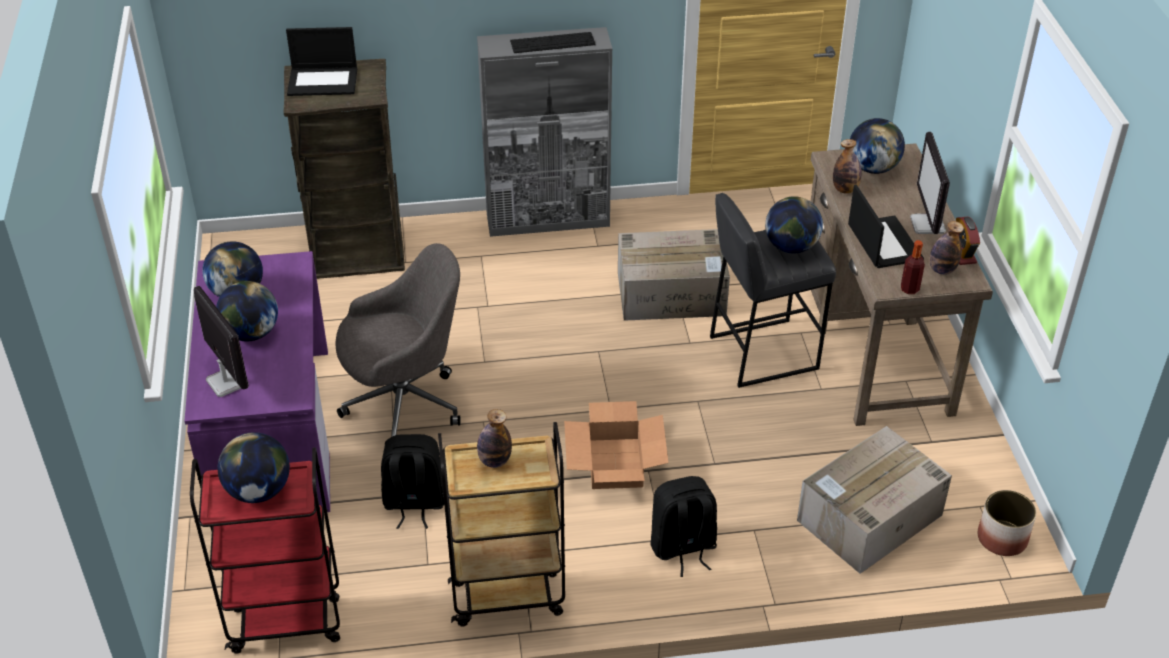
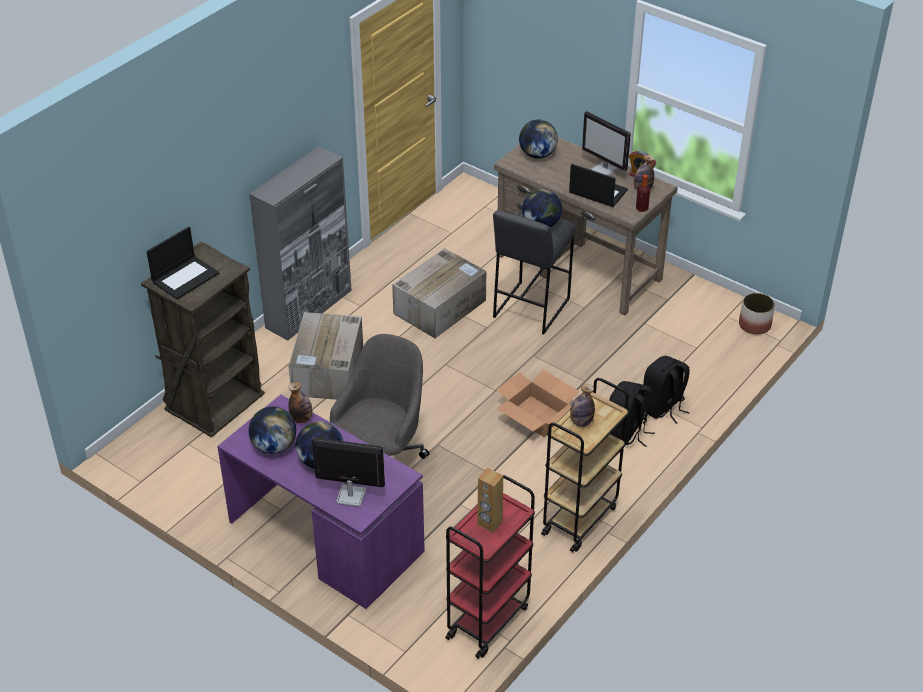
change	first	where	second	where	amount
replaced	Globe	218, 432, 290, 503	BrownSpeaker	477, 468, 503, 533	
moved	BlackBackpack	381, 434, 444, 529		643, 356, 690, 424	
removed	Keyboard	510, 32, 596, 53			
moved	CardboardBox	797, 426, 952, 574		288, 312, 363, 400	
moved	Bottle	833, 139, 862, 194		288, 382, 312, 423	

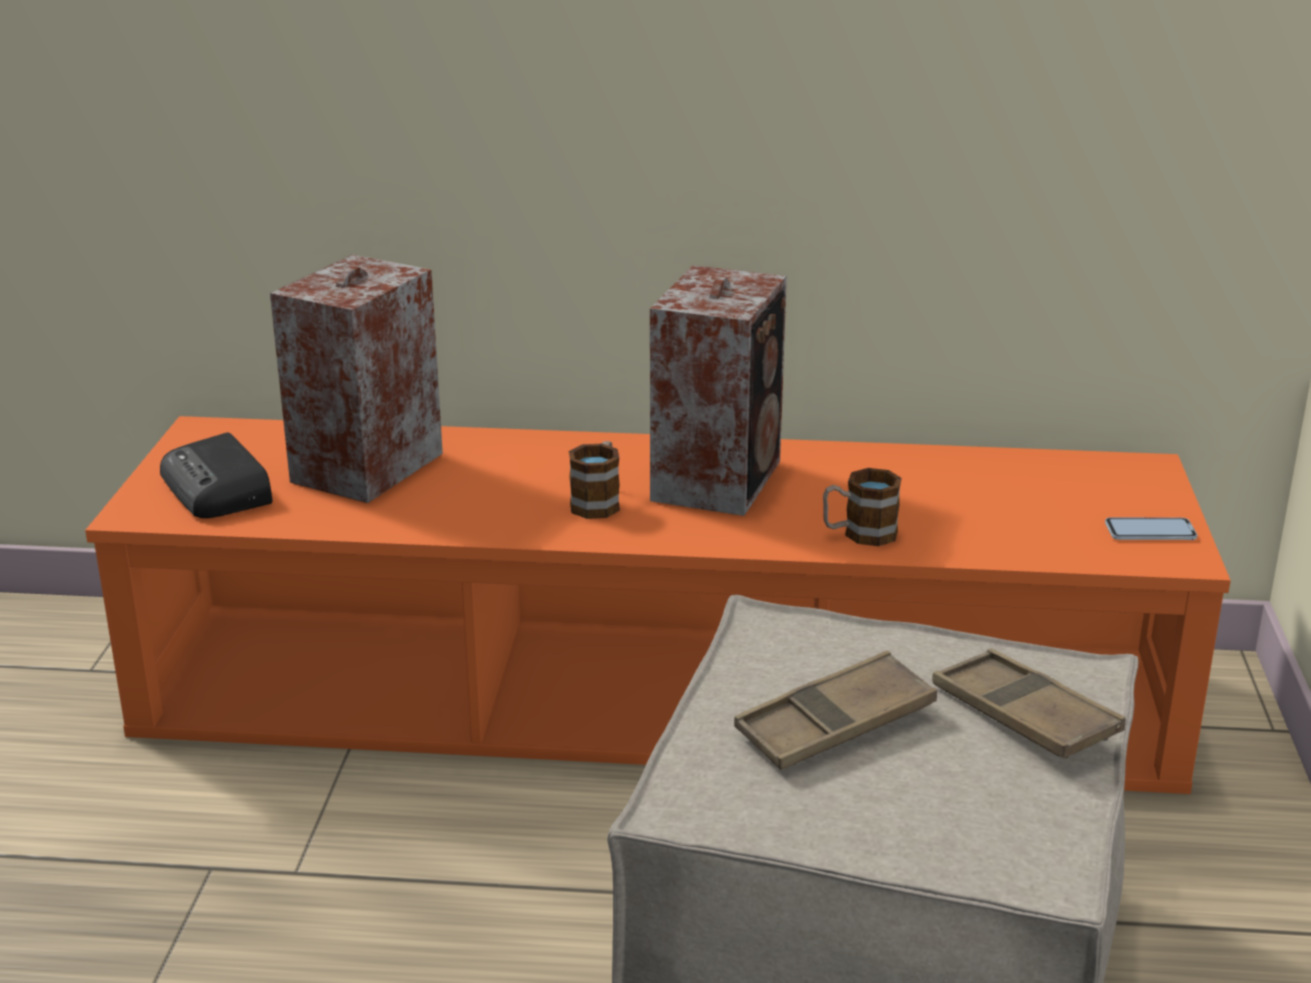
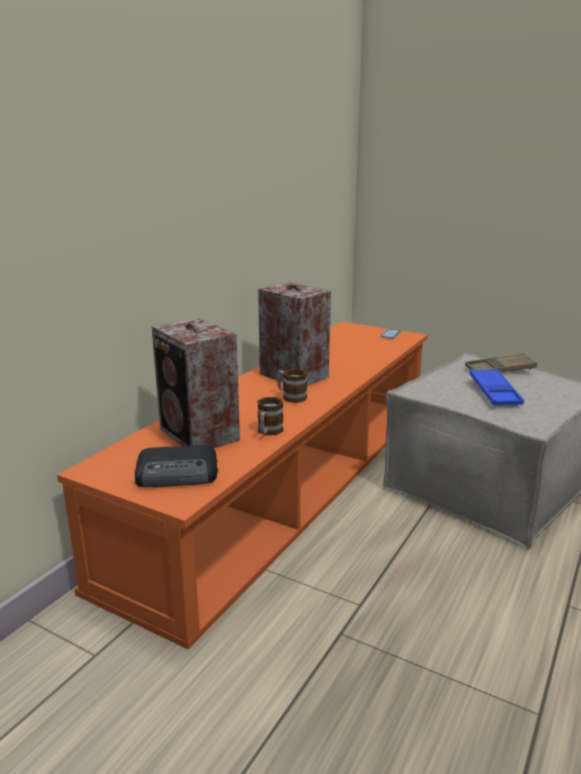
change	first	where	second	where	amount
recoloured	BrownTray	734, 651, 937, 770	BlueTray	469, 369, 524, 405	
moved	Mug	823, 468, 902, 546		257, 397, 283, 435	

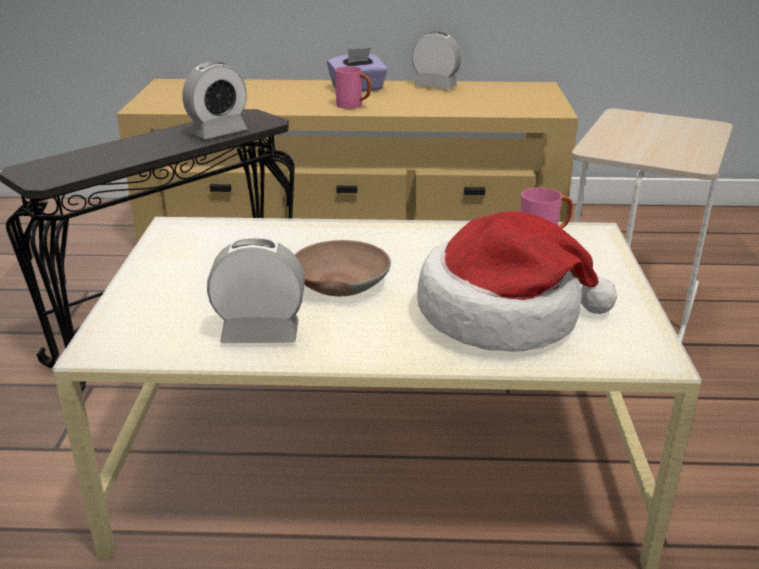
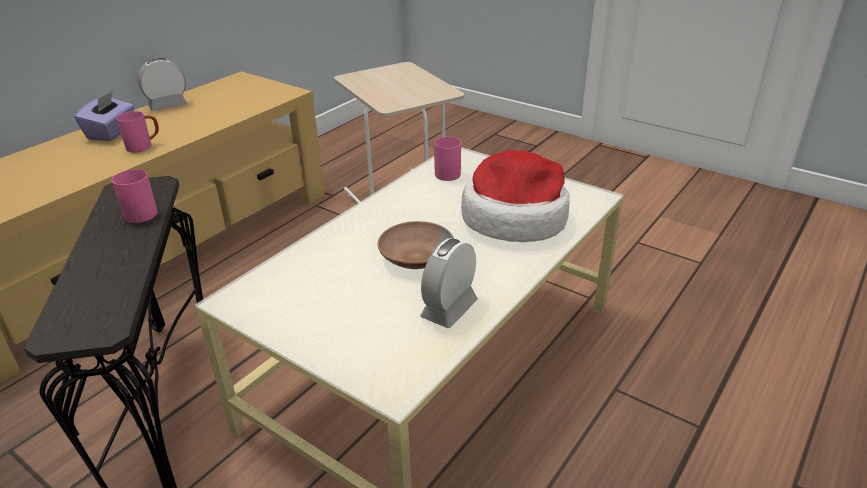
change	first	where	second	where	amount
replaced	AlarmClock	183, 61, 247, 139	PinkMug	111, 169, 158, 223	

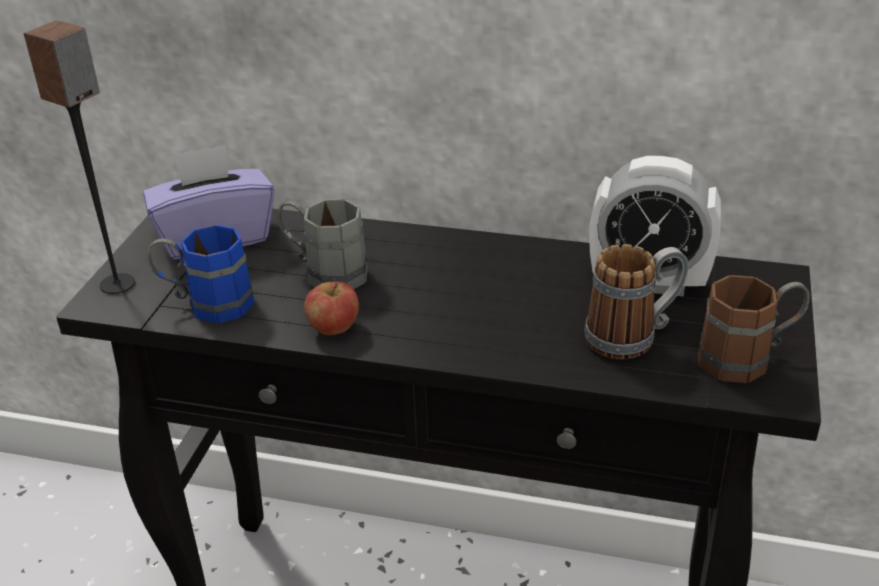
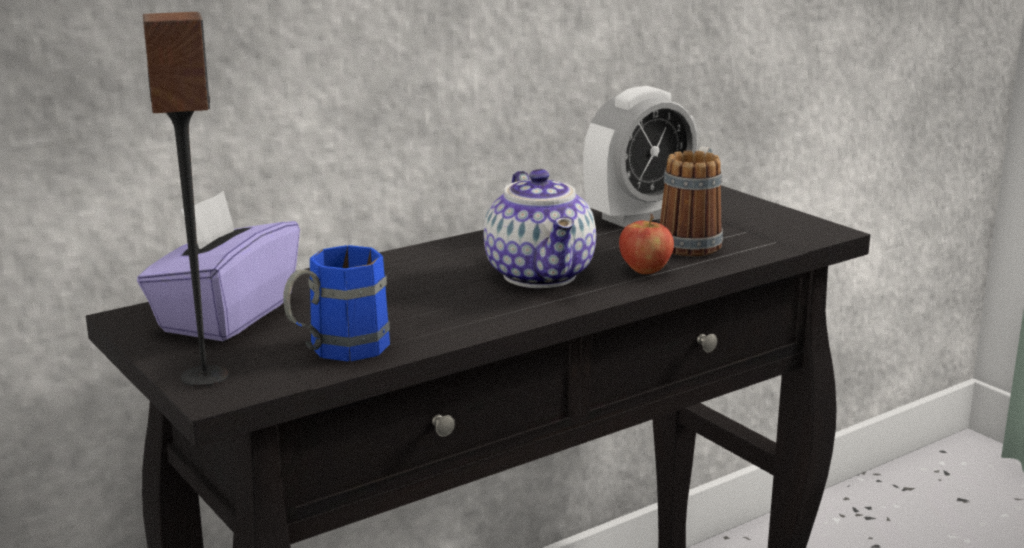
change	first	where	second	where	amount
removed	GreyMug	278, 199, 368, 289			
moved	Apple	304, 281, 359, 335		619, 214, 674, 274	
removed	BrownMug	698, 275, 810, 383			
added			Teapot	484, 169, 596, 288	

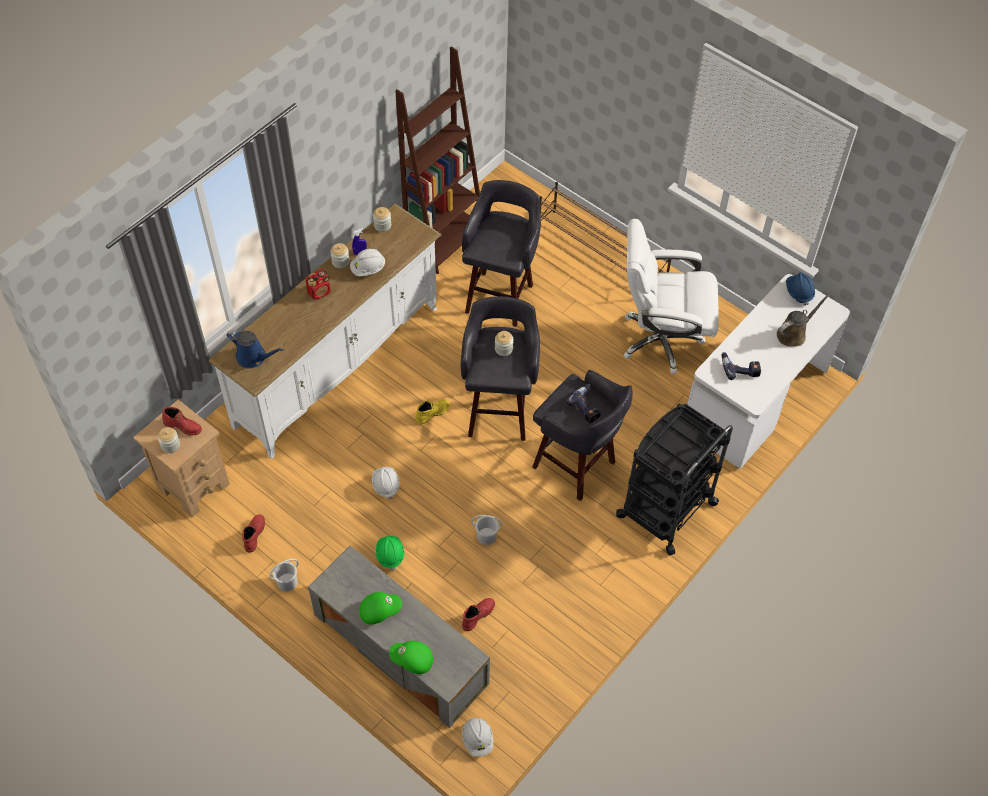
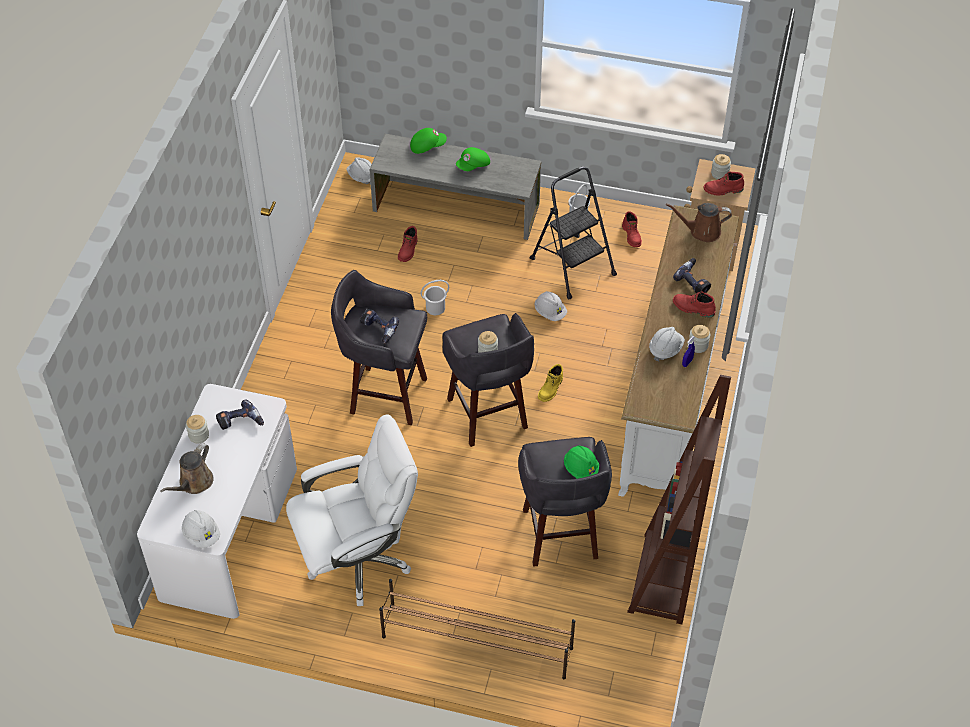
change	first	where	second	where	amount
recoloured	BlueWateringCan	227, 330, 284, 369	BrownWateringCan	666, 203, 732, 242	
replaced	Radio	305, 269, 331, 300	RedBoot	673, 291, 716, 318	
moved	Jar	373, 207, 391, 232		186, 415, 209, 443	
moved	GreenHardHat	376, 536, 404, 570		564, 445, 599, 479	
removed	BlackCart	616, 404, 733, 555			
recoloured	BlueHardHat	786, 272, 815, 305	WhiteHardHat	182, 510, 220, 548	
added			BlackStepLadder	530, 167, 617, 299	
added			PowerDrill	673, 258, 711, 293	

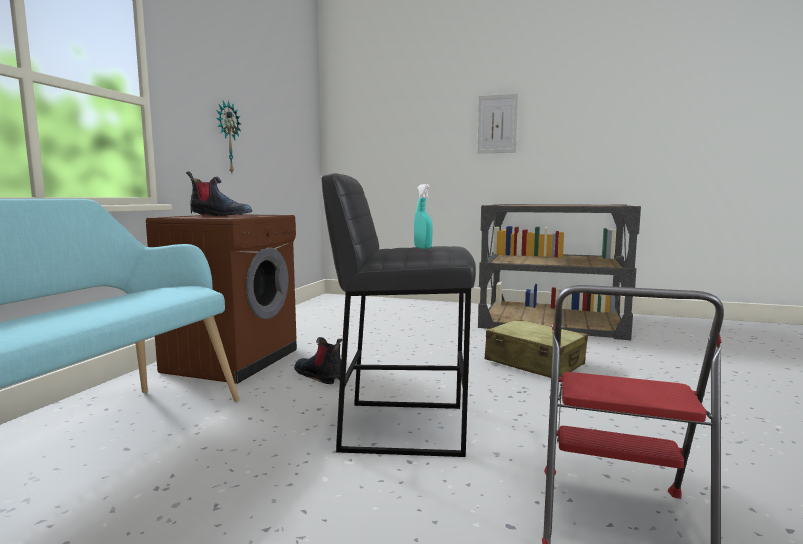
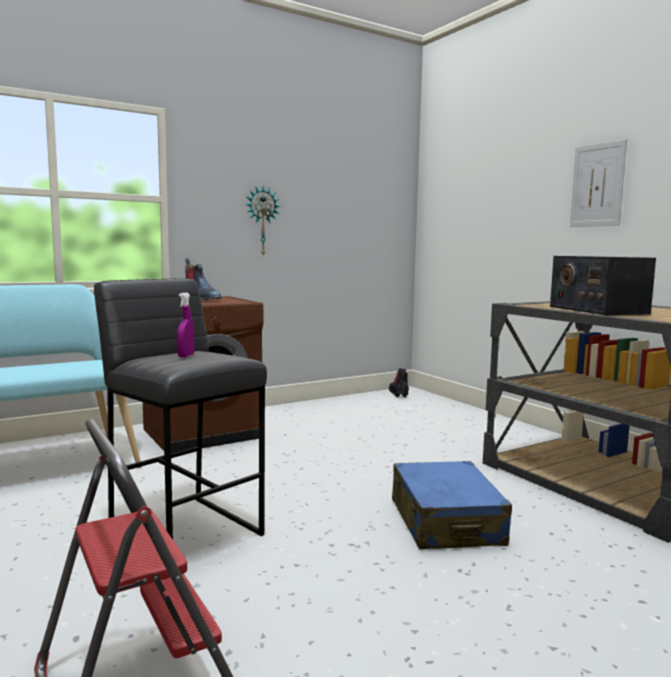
change	first	where	second	where	amount
moved	Boot	294, 337, 342, 384		389, 368, 409, 398	
recoloured	TurquoiseSprayBottle	414, 184, 433, 249	PurpleSprayBottle	177, 293, 194, 358	
recoloured	BeigeSuitcase	485, 319, 588, 378	BlueSuitcase	392, 461, 512, 549	
added			Radio	550, 256, 656, 315	

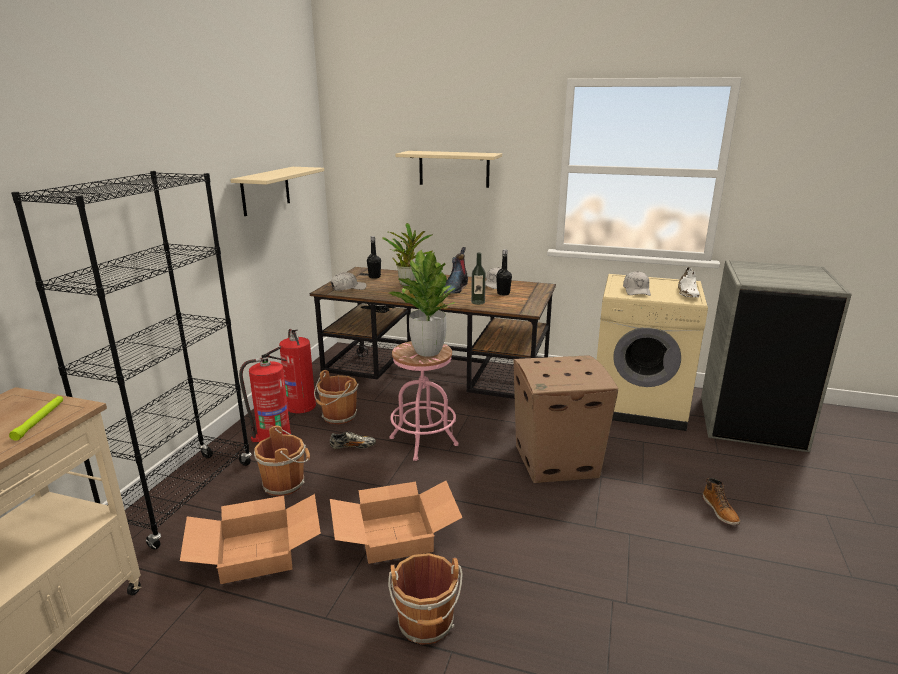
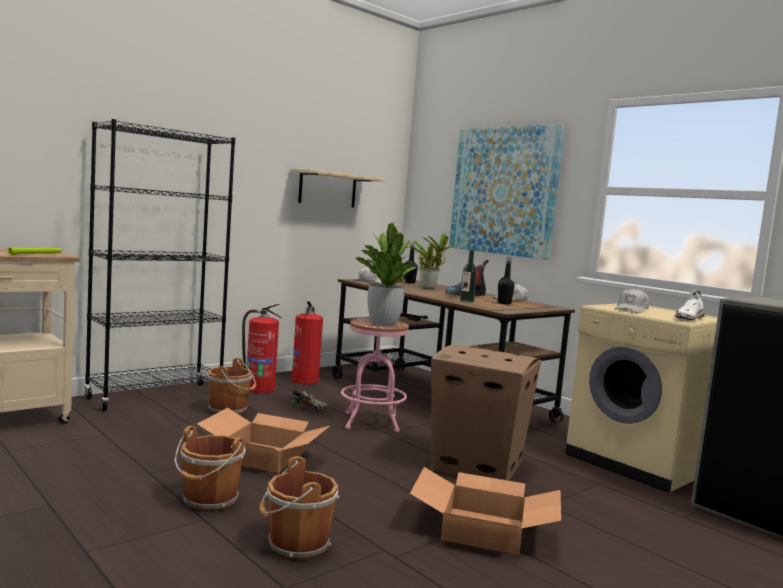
change	first	where	second	where	amount
moved	CardboardBox	180, 494, 321, 584		410, 467, 561, 555	
moved	BrownBucket	314, 370, 359, 424		259, 456, 339, 561	
replaced	BeigeShelf	395, 151, 502, 188	Picture	449, 124, 565, 260	
removed	Boot	702, 478, 740, 525			

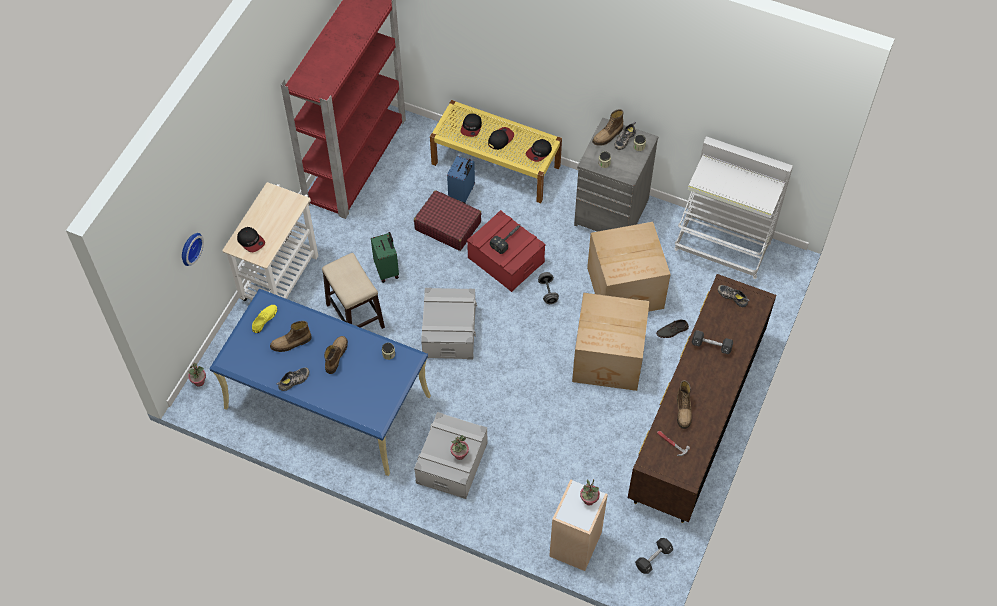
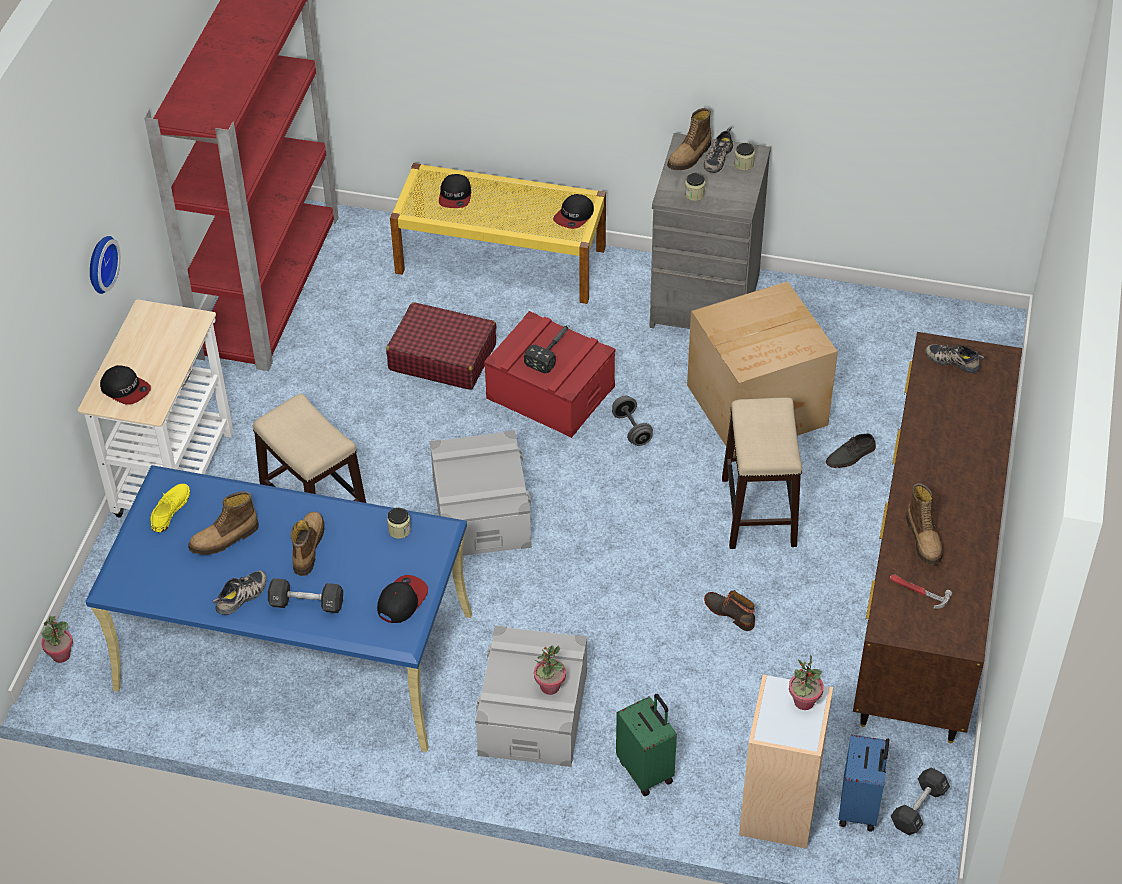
change	first	where	second	where	amount
moved	WallClock	182, 233, 204, 266		90, 236, 121, 294	
moved	GreenSuitcase	371, 232, 399, 283		616, 694, 677, 796	
moved	BlueSuitcase	447, 156, 475, 203		838, 734, 889, 832	
moved	Cap	488, 127, 514, 150		377, 575, 428, 623	
replaced	CardboardBox	572, 293, 649, 391	Stool	722, 398, 802, 549	
removed	WhiteShoeRack	674, 137, 793, 279			
moved	BlackDumbbell	692, 330, 733, 354		268, 578, 343, 613	
added			Boot	704, 590, 755, 631	

